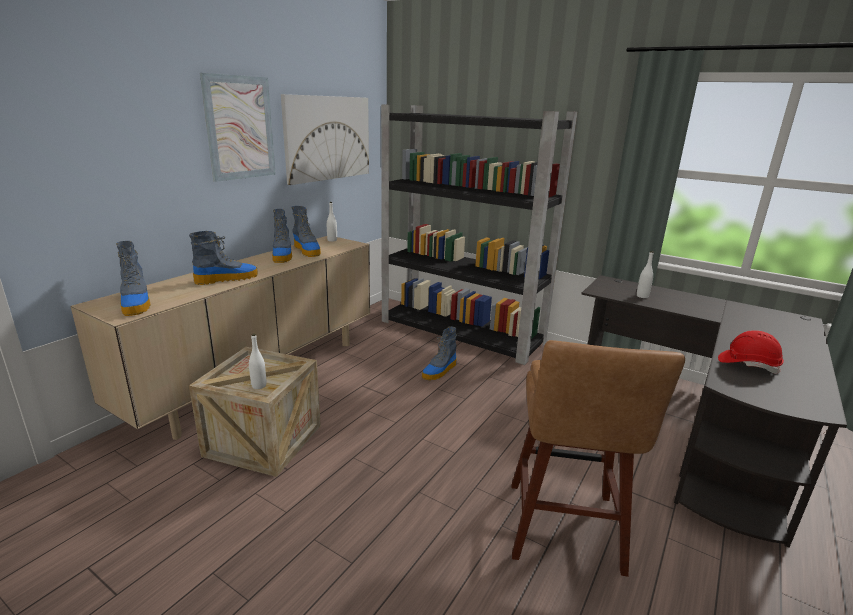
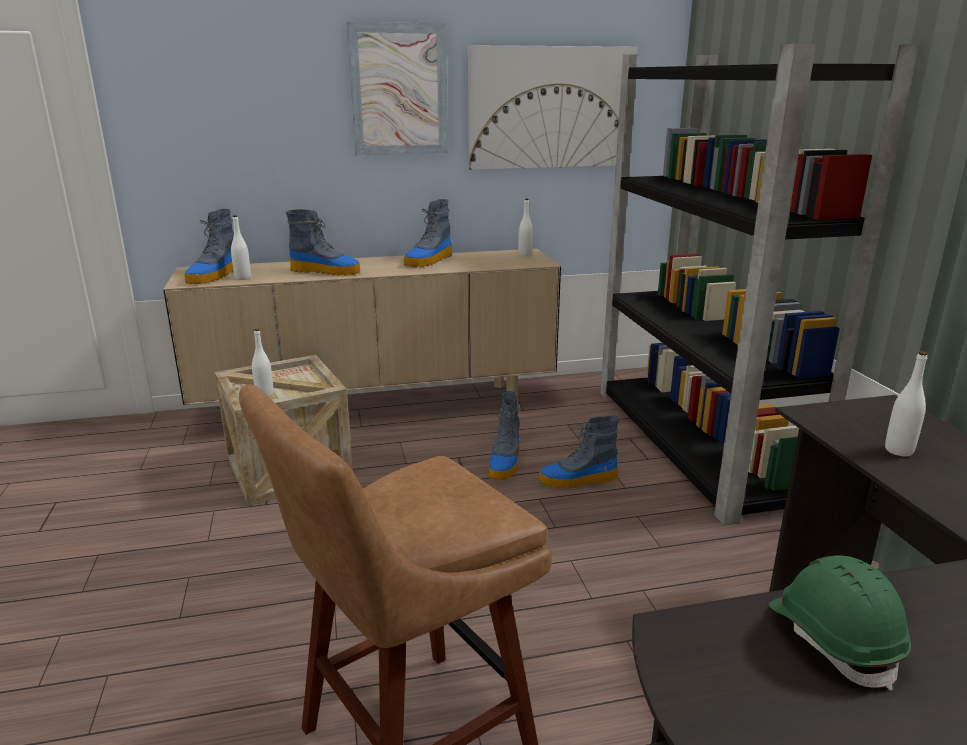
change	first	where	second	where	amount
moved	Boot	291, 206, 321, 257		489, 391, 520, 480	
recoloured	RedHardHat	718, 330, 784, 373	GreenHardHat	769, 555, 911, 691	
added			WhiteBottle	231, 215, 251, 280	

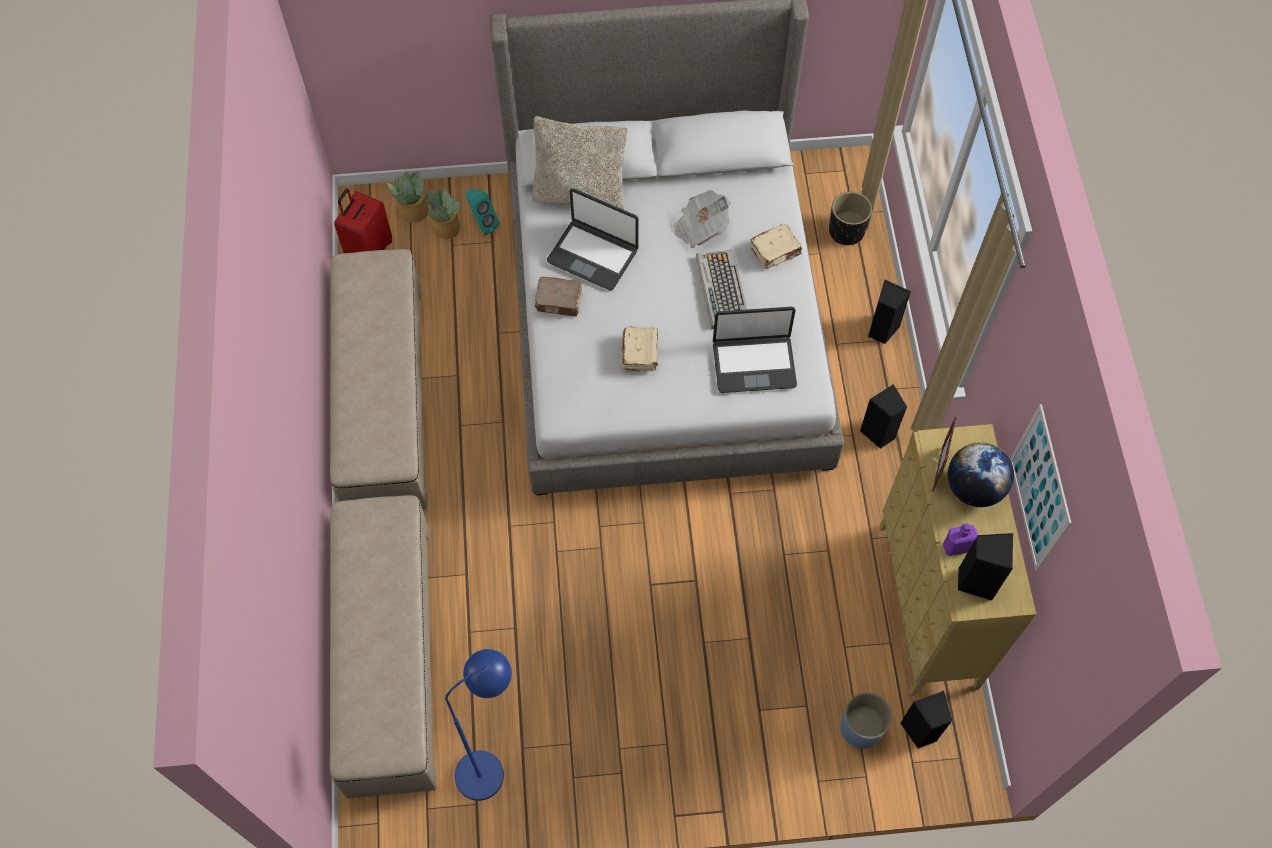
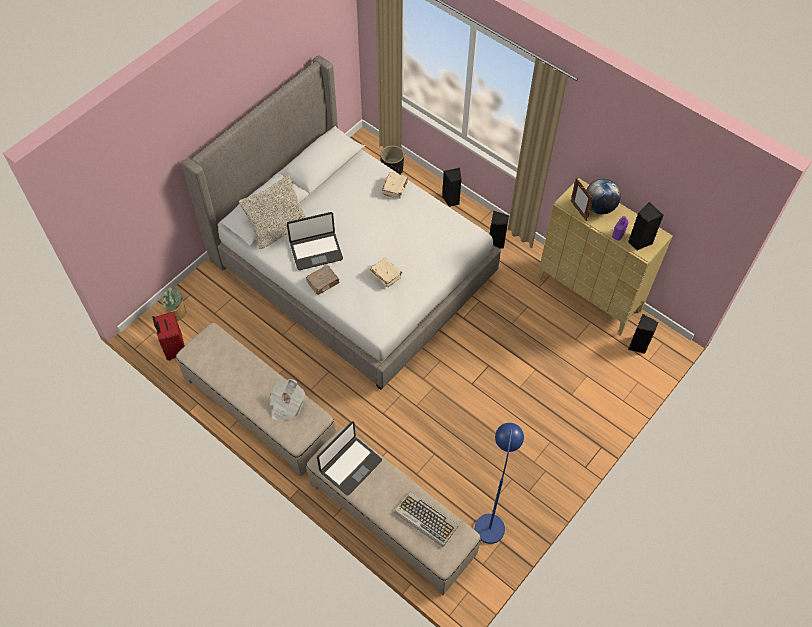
change	first	where	second	where	amount
removed	PottedPlant	426, 188, 460, 239			
removed	TurquoiseSpeaker	466, 189, 500, 236			
moved	Newspaper	671, 190, 730, 249		270, 379, 306, 420	
moved	Keyboard	696, 250, 747, 329		394, 492, 459, 547	
moved	Laptop	713, 307, 797, 393		317, 421, 382, 496	
removed	BluePlanter	840, 692, 892, 749			
removed	Picture	1010, 404, 1071, 571			

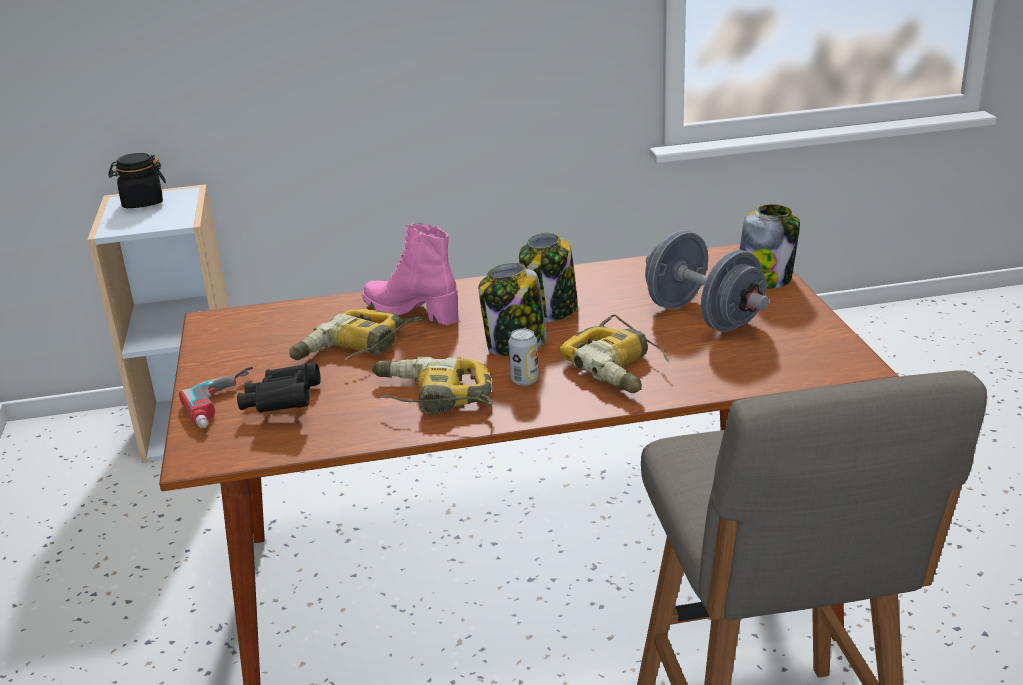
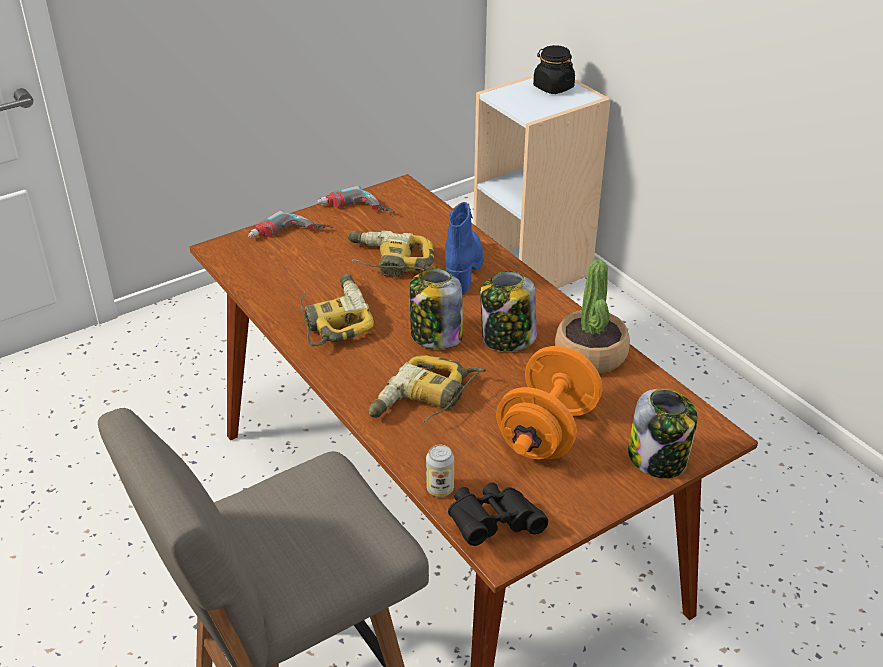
change	first	where	second	where	amount
moved	BlackBinoculars	237, 362, 320, 413		448, 482, 548, 546	
recoloured	PinkBoot	362, 223, 459, 325	BlueBoot	445, 202, 483, 295	
moved	Can	508, 329, 539, 386		426, 445, 454, 497	
recoloured	GreyDumbbell	645, 231, 769, 332	OrangeDumbbell	496, 346, 603, 459	
added			PowerDrill	317, 186, 395, 213	
added			PottedPlant	555, 259, 630, 373	

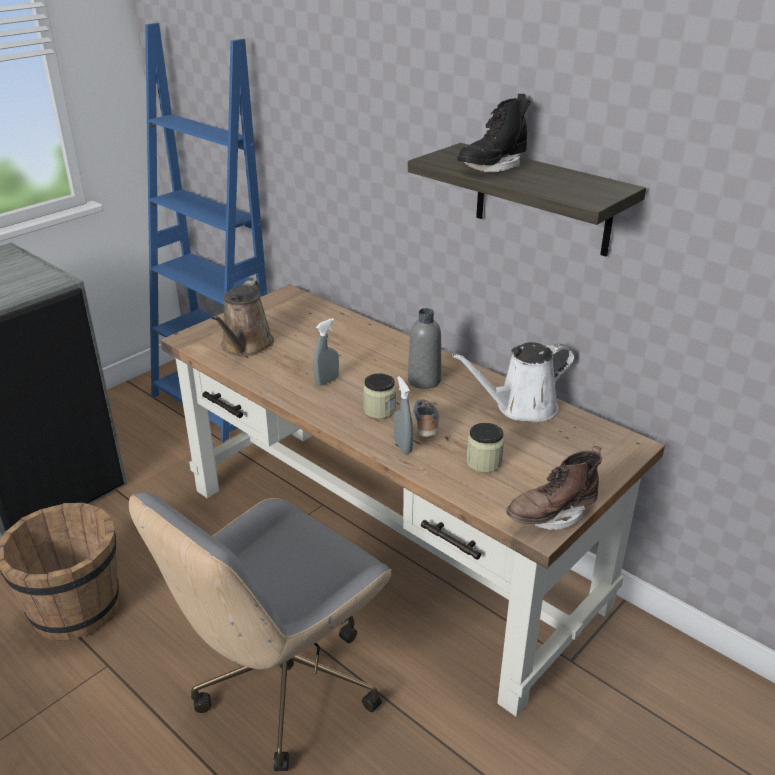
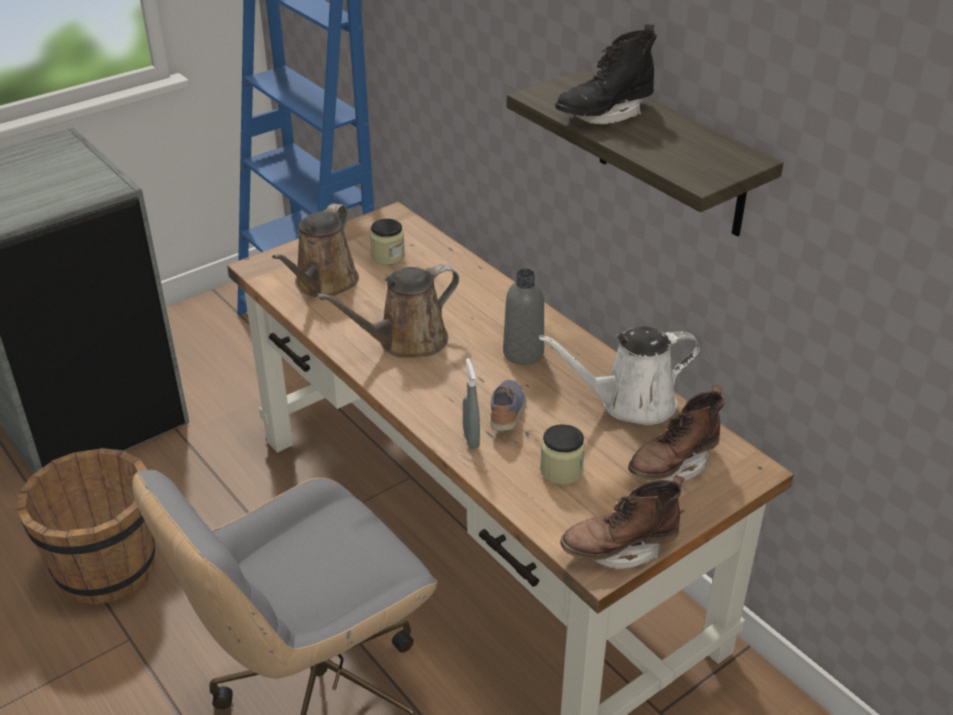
change	first	where	second	where	amount
replaced	GreySprayBottle	313, 318, 339, 386	BrownWateringCan	317, 264, 459, 358	
moved	Jar	363, 373, 396, 419		370, 219, 405, 265	
added			BrownBoot	628, 385, 725, 482	

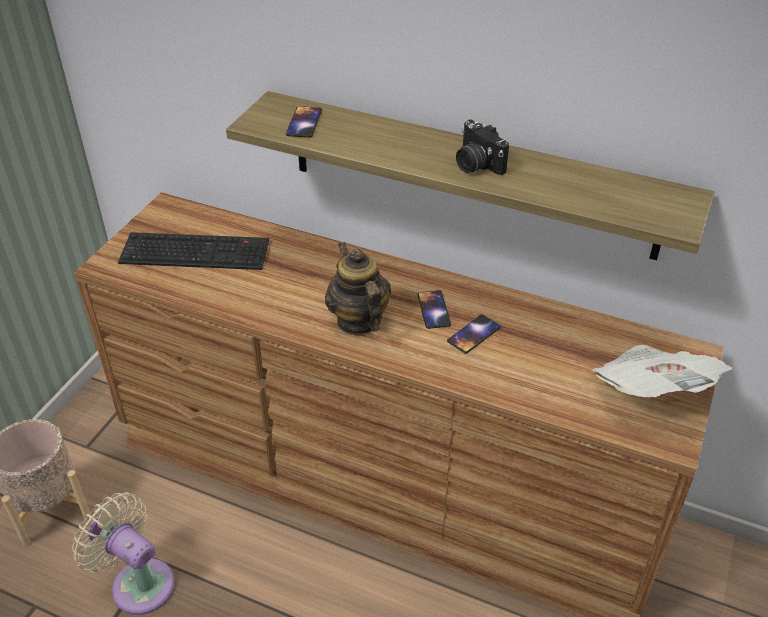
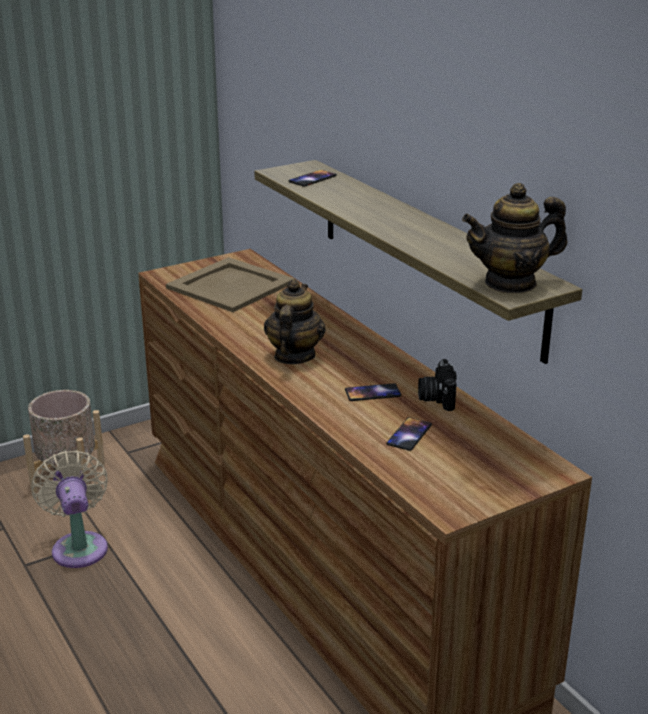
change	first	where	second	where	amount
replaced	Keyboard	118, 232, 269, 270	BeigeTray	166, 257, 295, 312	
moved	Phone	417, 290, 451, 329		386, 417, 432, 451	
moved	PhotoCamera	456, 119, 509, 175		418, 359, 456, 411	
removed	Newspaper	592, 345, 732, 397			
added			Teapot	462, 183, 568, 294	

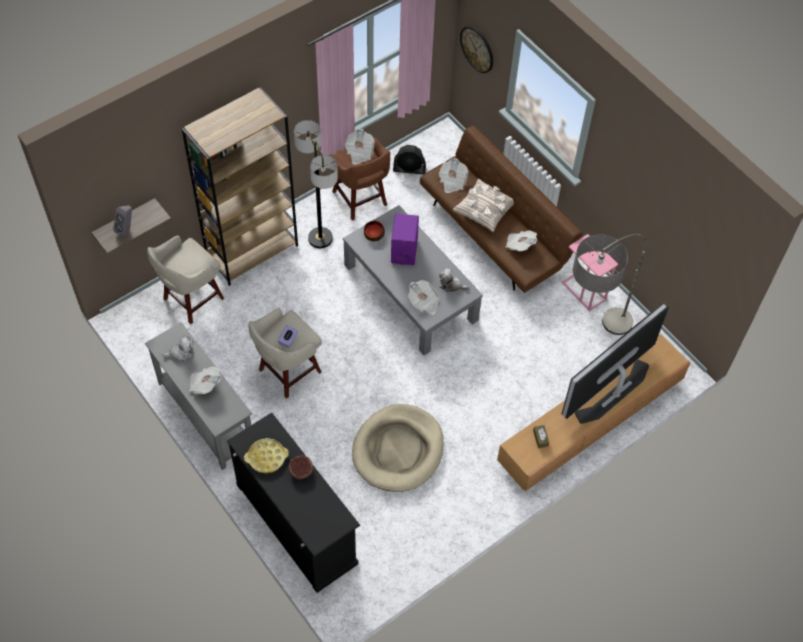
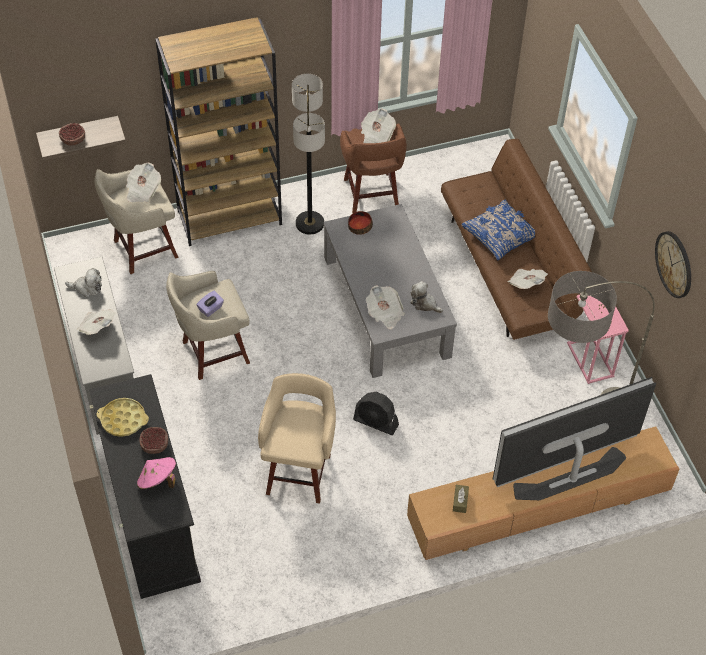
change	first	where	second	where	amount
replaced	GreySpeaker	113, 206, 132, 237	Bowl	59, 123, 85, 146	
replaced	BeigeDogBed	352, 404, 444, 492	BeigeStool	258, 373, 336, 504	
removed	PurpleSpeaker	391, 214, 419, 265			
moved	BlackFan	393, 145, 426, 175		353, 392, 399, 435	
moved	Newspaper	439, 158, 468, 193		126, 163, 161, 202	
recoloured	BeigePillow	453, 179, 514, 232	BluePillow	462, 200, 535, 260	
moved	WallClock	460, 26, 493, 73		655, 231, 691, 298	
added			PinkHat	137, 457, 176, 490	

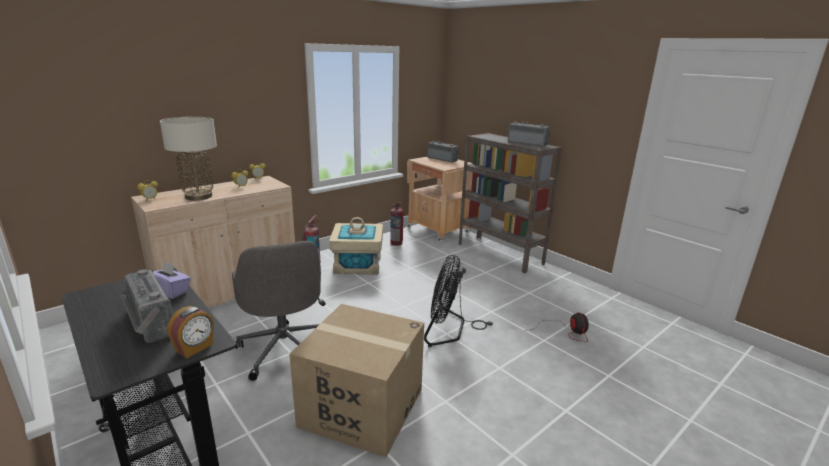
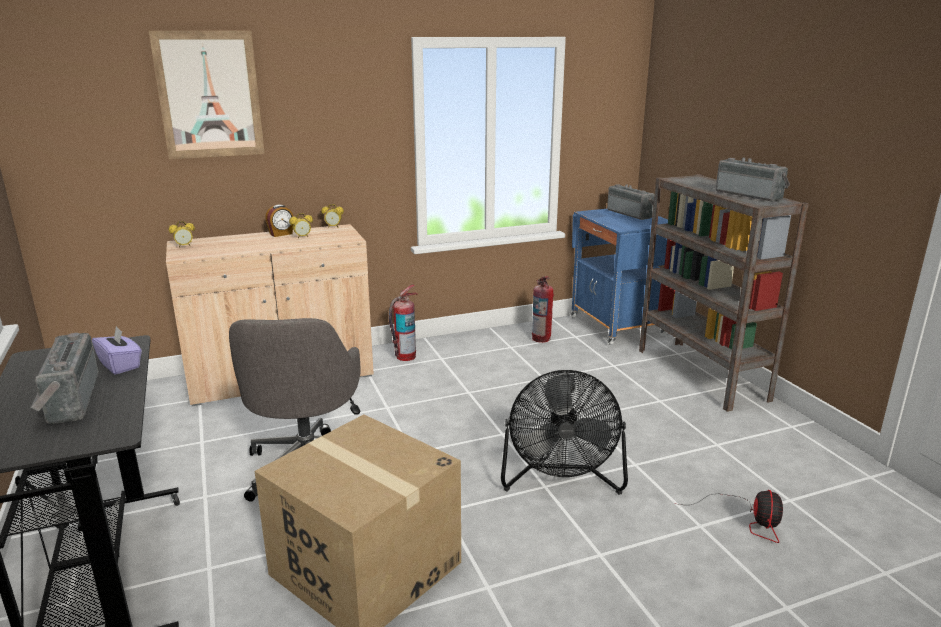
change	first	where	second	where	amount
removed	TableLamp	160, 117, 217, 200			
moved	AlarmClock	167, 306, 214, 359		265, 205, 293, 237	
removed	BeigeStorageBox	329, 217, 383, 274			
recoloured	BrownCart	407, 157, 473, 243	BlueCart	570, 209, 668, 345	
turned	BlackFan	424, 255, 493, 347		501, 370, 628, 495	120 degrees counterclockwise
added			Picture	149, 31, 265, 159	

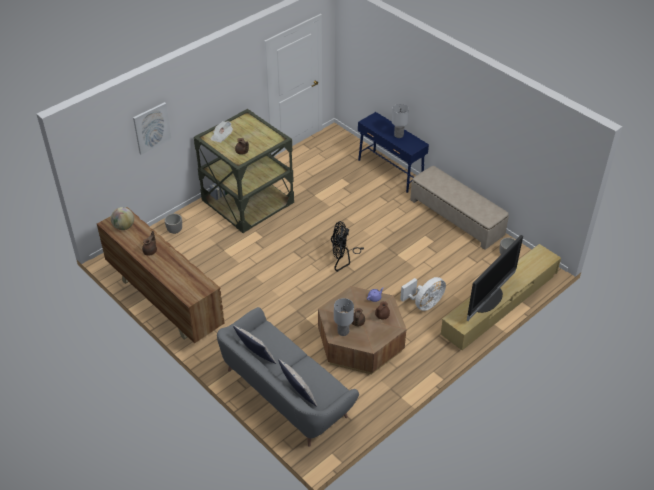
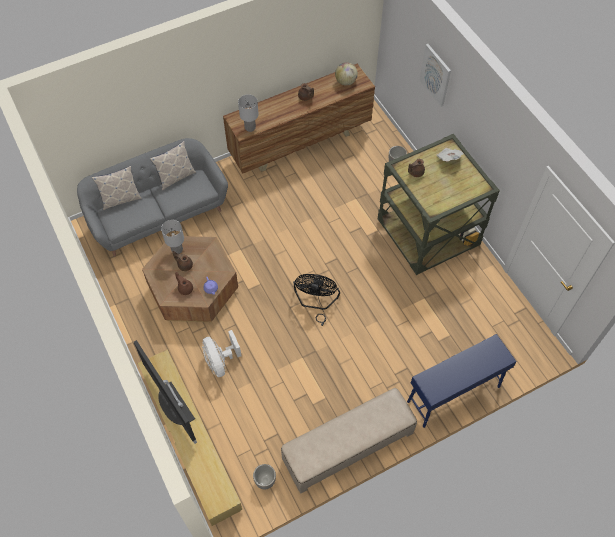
change	first	where	second	where	amount
moved	GreyTableLamp	392, 104, 409, 138		238, 94, 259, 132	

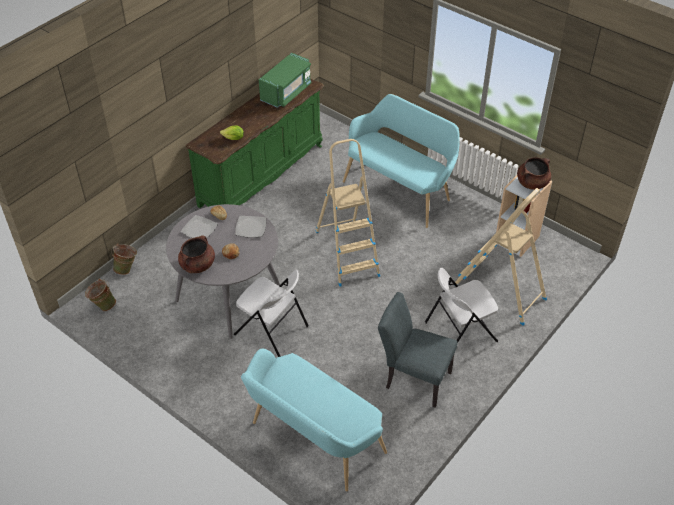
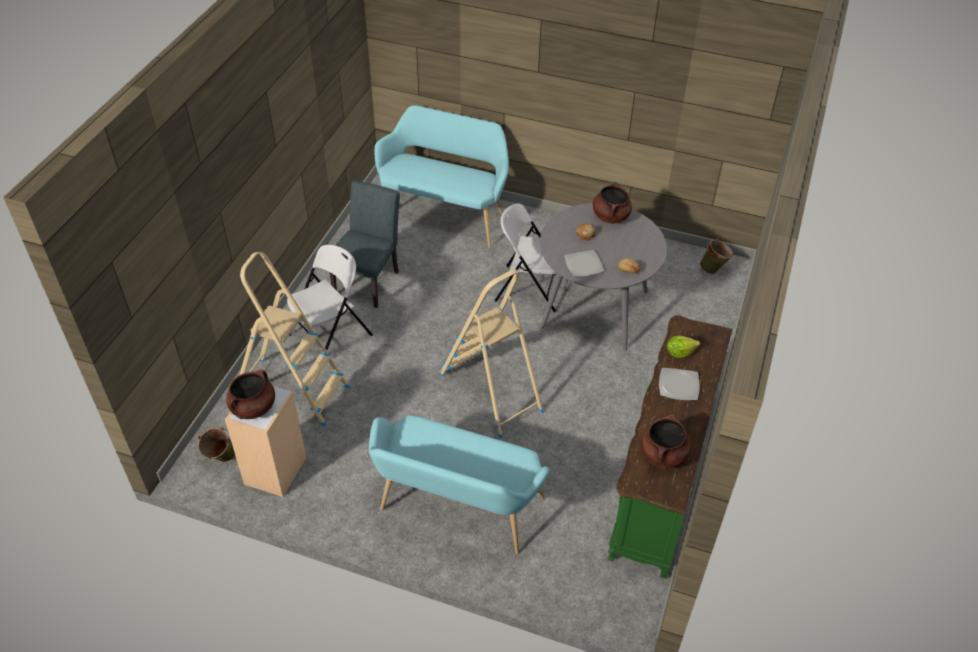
change	first	where	second	where	amount
moved	GreenBucket	111, 243, 137, 275		198, 427, 235, 462	
moved	Plate	181, 215, 218, 238		659, 368, 700, 401	
replaced	GreenMicrowave	259, 53, 312, 108	BrownCookingPot	641, 414, 692, 469	
turned	GreyChair	378, 292, 458, 408		329, 180, 400, 308	75 degrees counterclockwise

